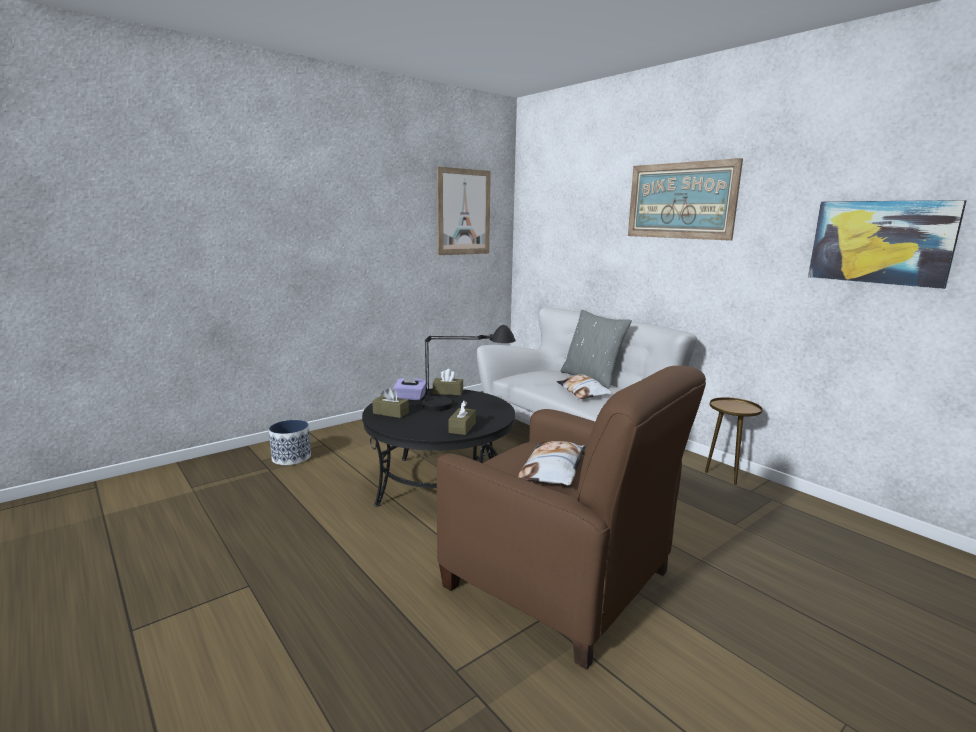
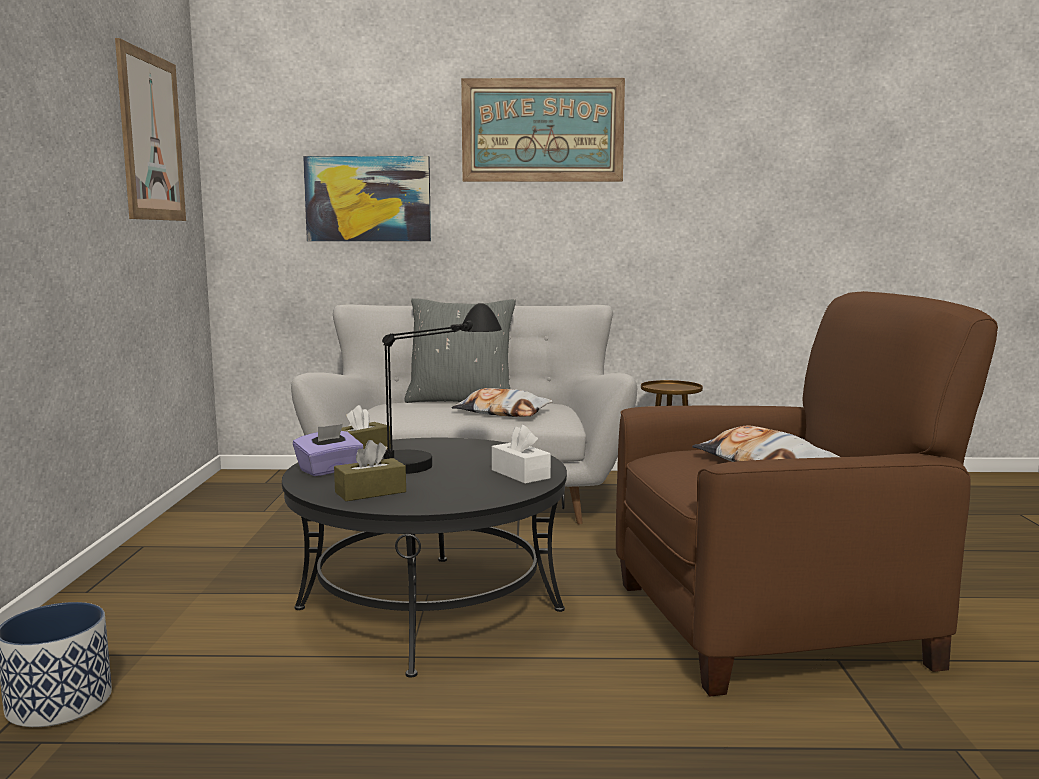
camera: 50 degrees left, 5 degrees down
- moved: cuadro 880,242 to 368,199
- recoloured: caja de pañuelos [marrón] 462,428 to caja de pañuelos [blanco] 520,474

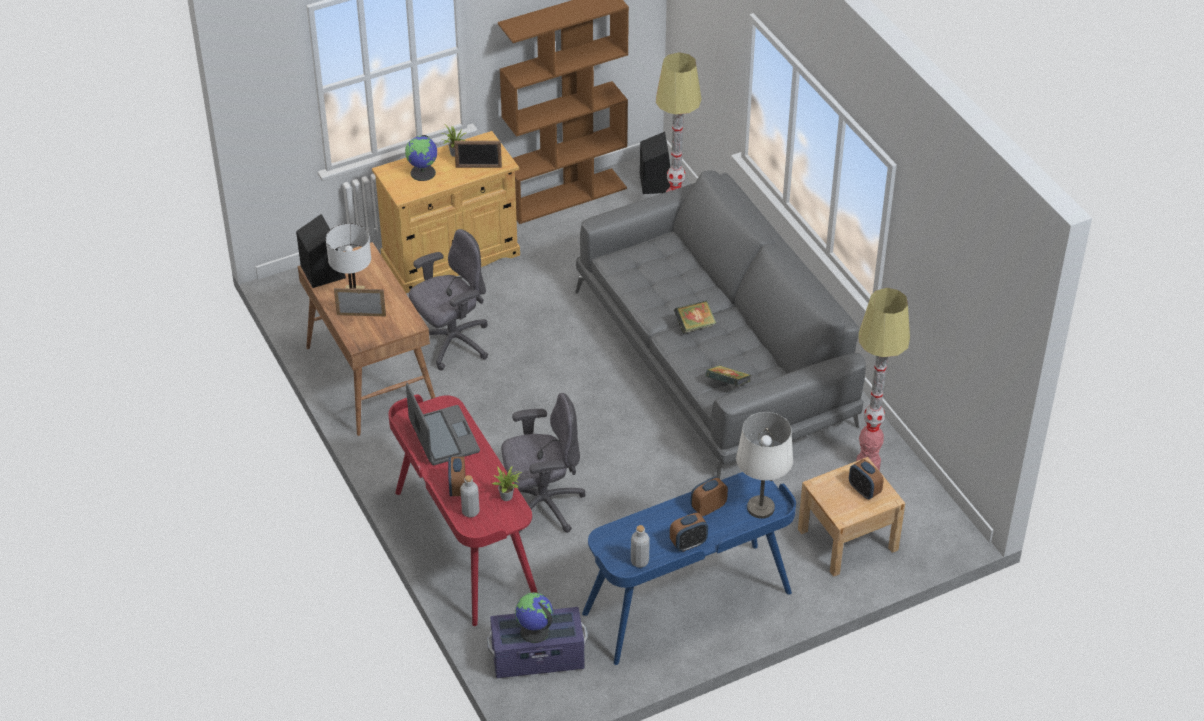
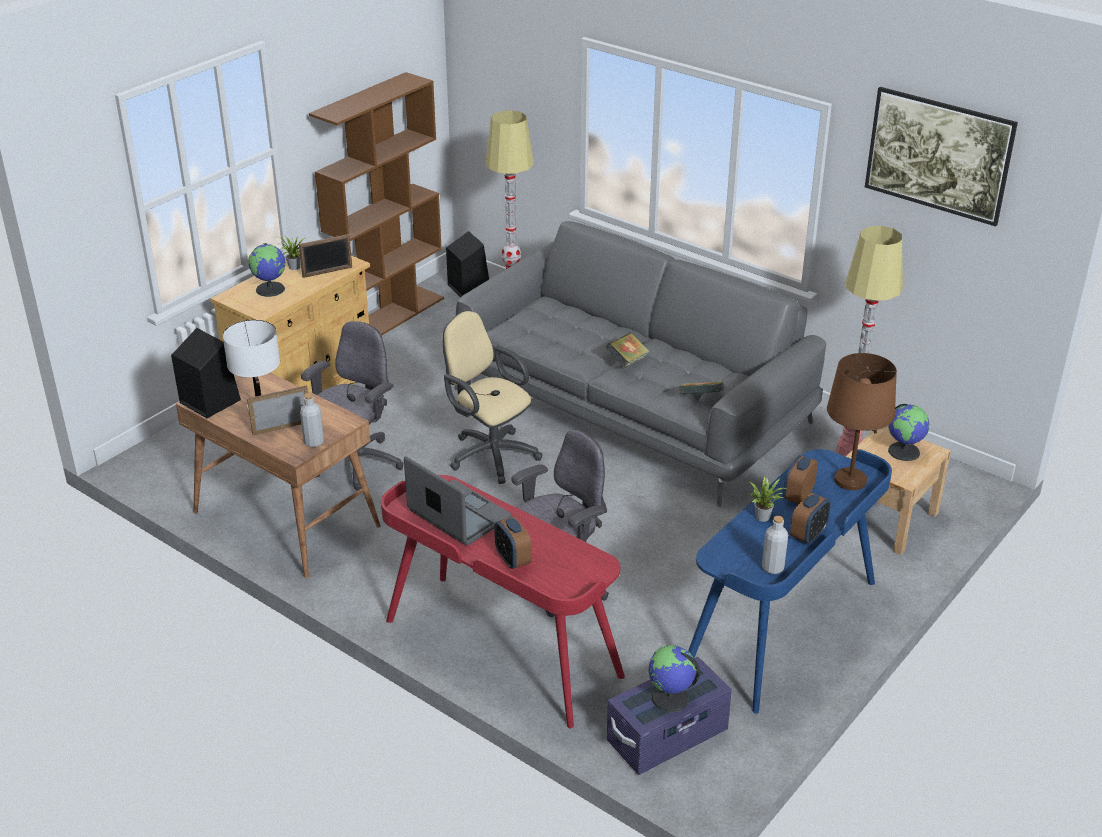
camera: 25 degrees left, 10 degrees down
- recoloured: lámpara de mesa [blanco] 760,508 to lámpara de mesa [marrón] 849,480
- replaced: despertador 864,490 to globo terráqueo 904,451
- moved: planta en maceta 508,496 to 764,516
- moved: botella [gris] 470,511 to 314,442
- added: cuadro 934,180
- added: silla de oficina [beis] 489,454

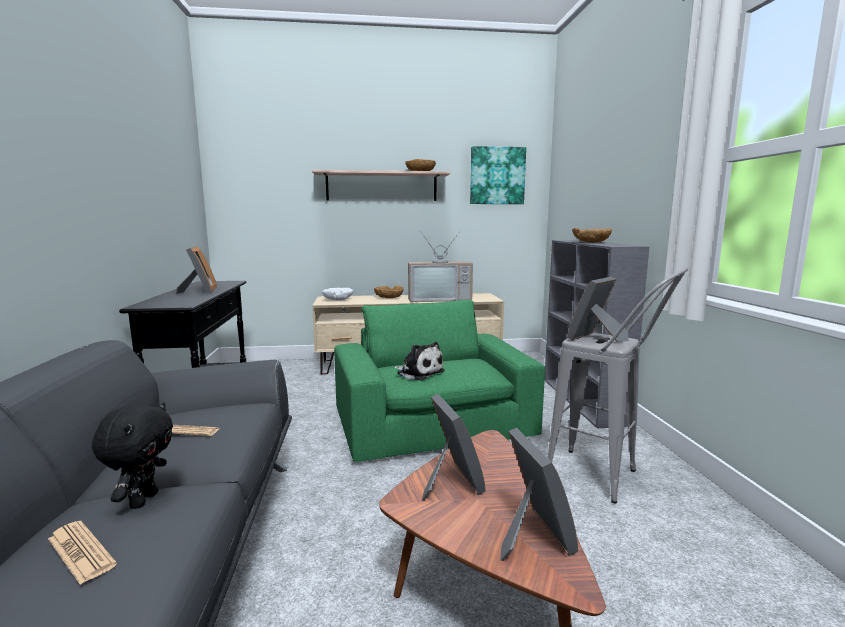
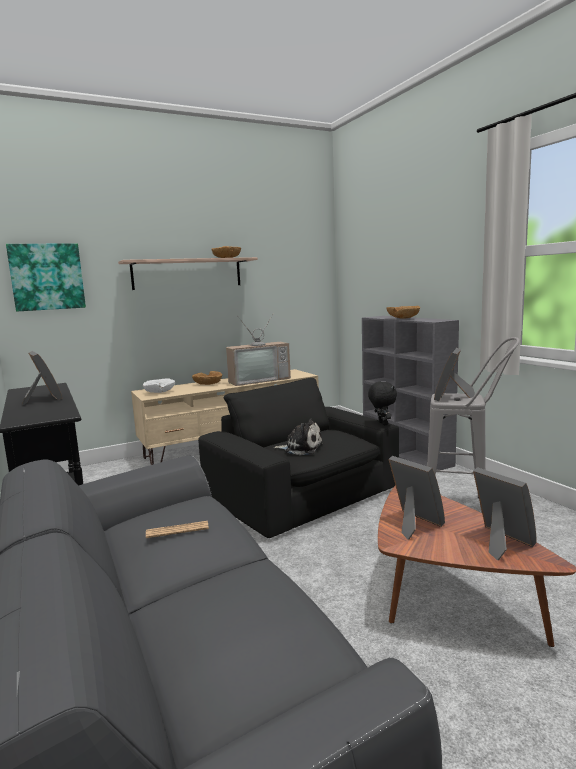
camera: 20 degrees left, 0 degrees up
- moved: cuadro 497,176 to 47,277
- recoloured: sillón [verde] 433,423 to sillón [negro] 303,494
- moved: peluche [negro] 143,500 to 382,424
- removed: periódico 81,552

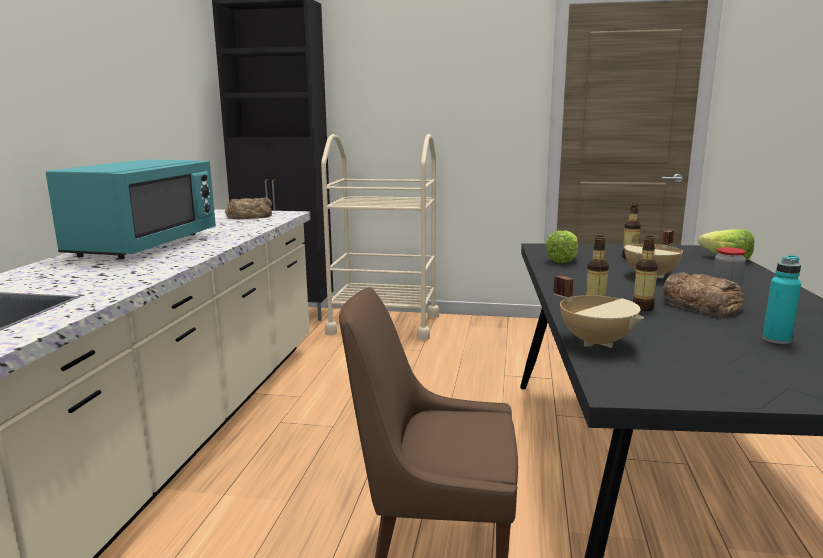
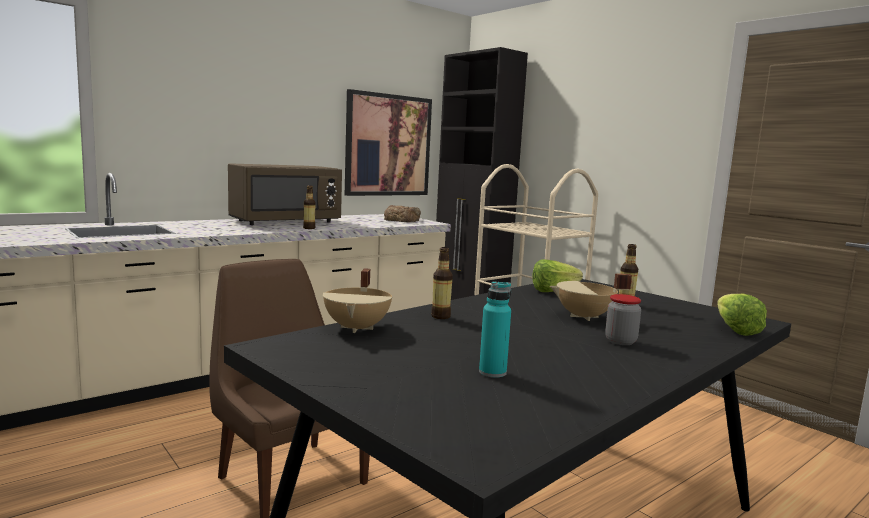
camera: 40 degrees right, 5 degrees down
- recoloured: microondas [turquesa] 144,245 to microondas [marrón] 285,222
- moved: botella 642,308 to 309,228
- removed: pan 701,304
- added: cuadro 388,145

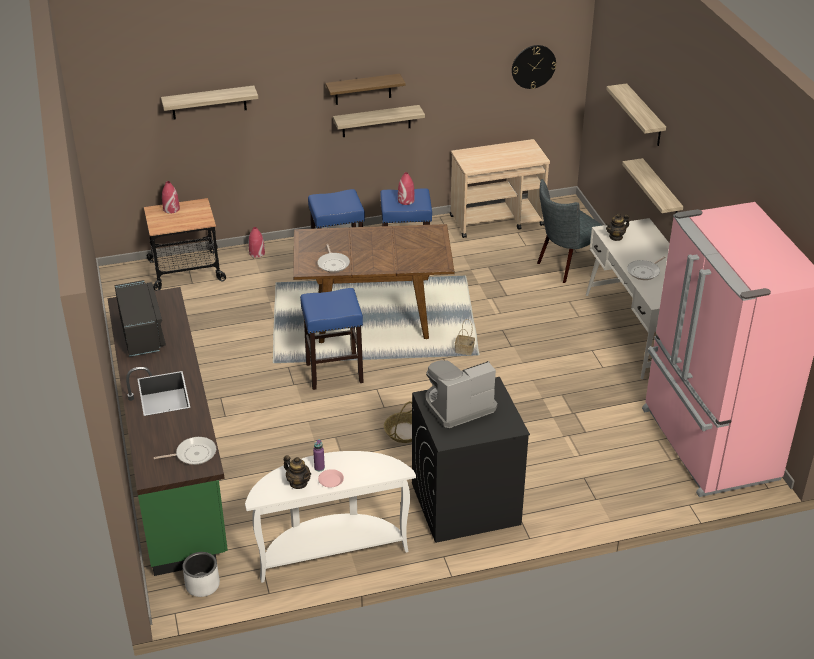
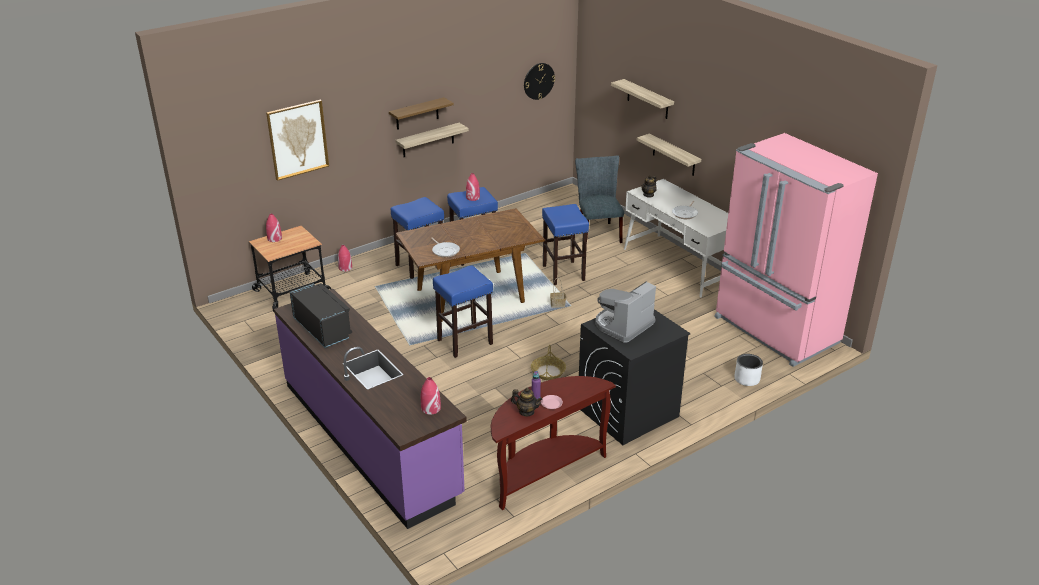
camera: 20 degrees left, 5 degrees down
- replaced: estante 209,102 to cuadro 297,139
- removed: carrito [beis] 497,221
- turned: silla [gris] 567,266 = 597,232 135 degrees clockwise
- recoloured: mueble bajo de cocina [verde] 173,463 to mueble bajo de cocina [morado] 371,438
- replaced: sartén 193,454 to florero [rojo] 430,408
- recoloured: mesa consola [blanco] 331,550 to mesa consola [marrón] 544,471
- moved: maceta [blanco] 202,585 to 747,379
- added: taburete [azul] 564,273

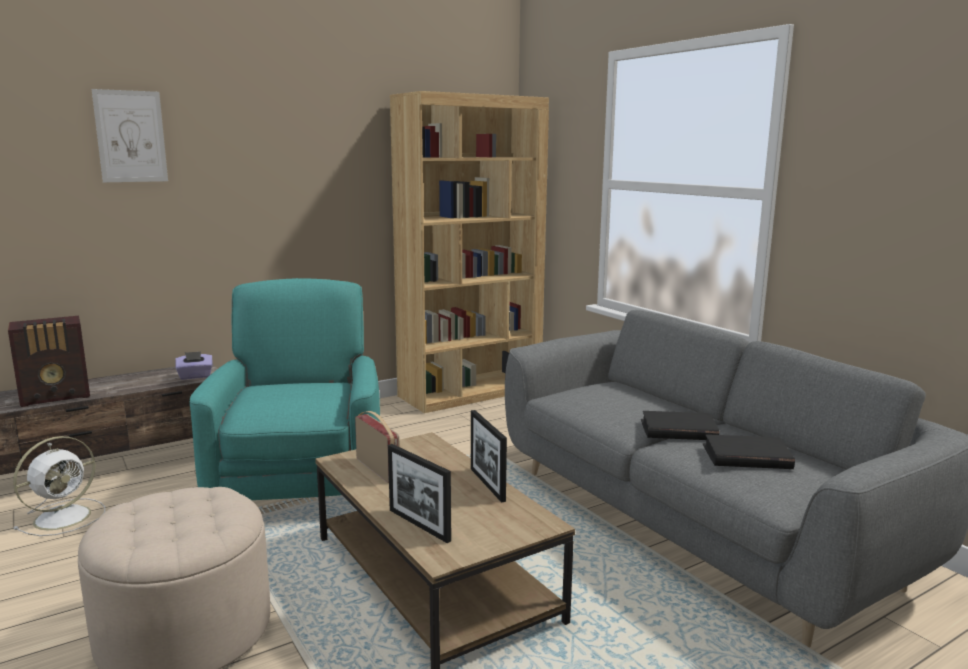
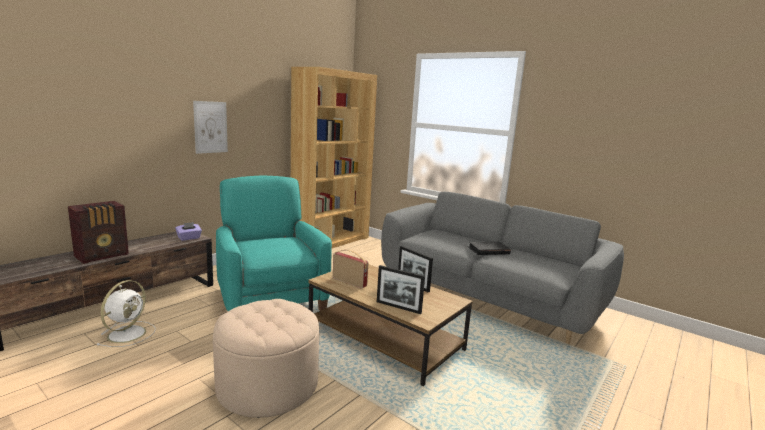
camera: 20 degrees left, 0 degrees up
- moved: cuadro 131,136 to 210,127
- removed: libro [negro] 746,457

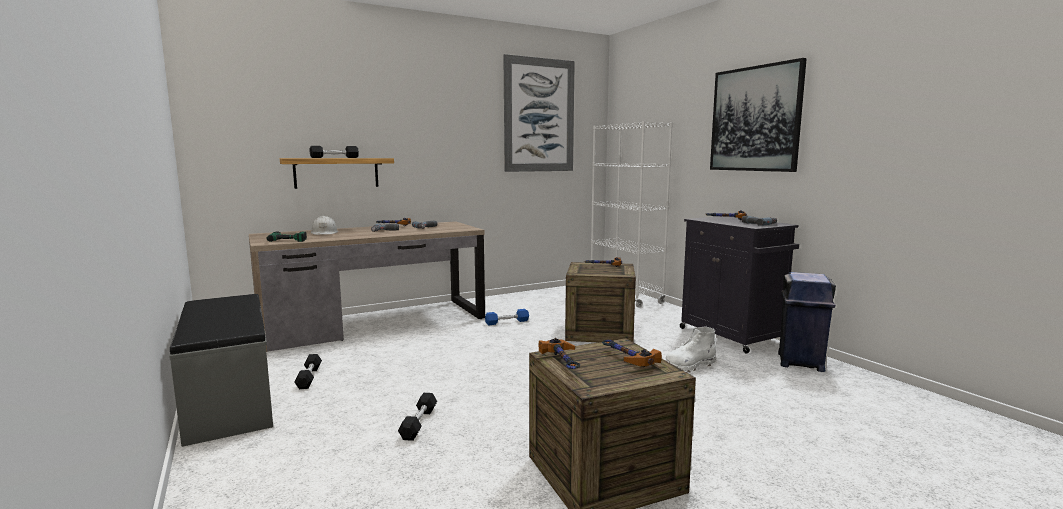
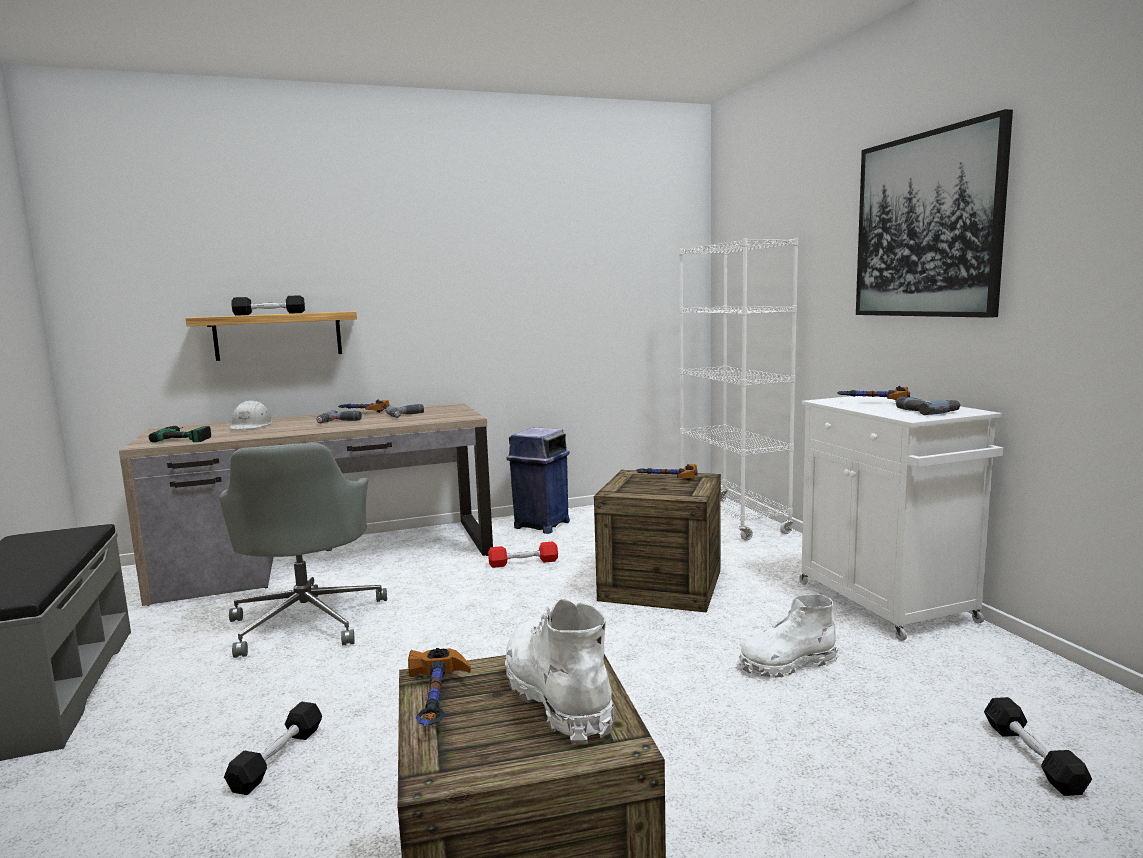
camera: 10 degrees right, 0 degrees up
- removed: cuadro 539,115
- recoloured: armario [negro] 732,336 to armario [blanco] 887,603
- moved: papelera [azul] 800,362 to 541,525
- recoloured: mancuerna [azul] 507,322 to mancuerna [rojo] 523,562
- replaced: martillo 625,359 to bota [blanco] 557,697
- moved: mancuerna [negro] 309,377 to 1032,757
- added: silla de oficina [gris] 307,620

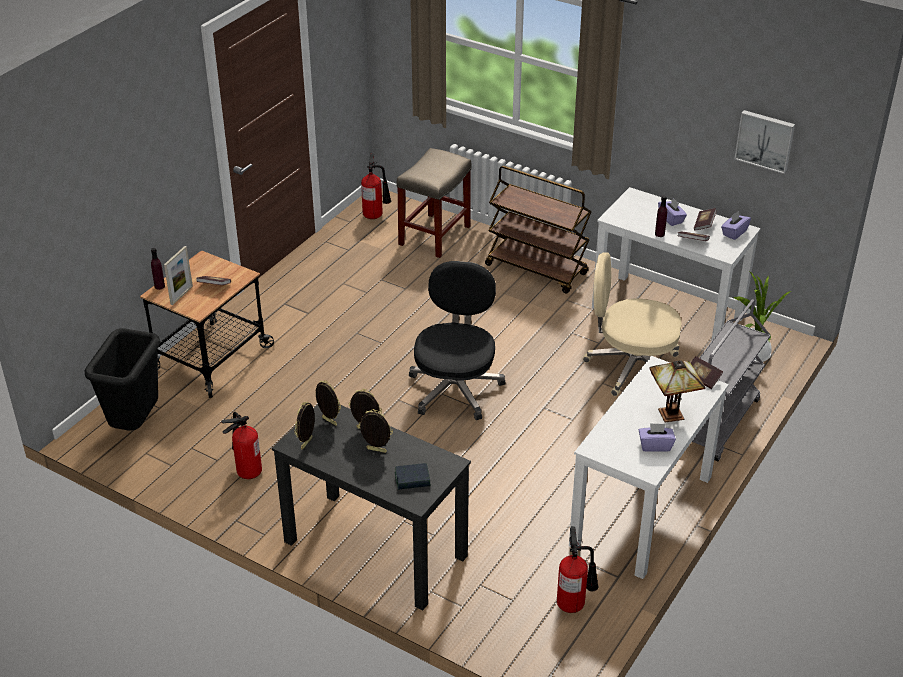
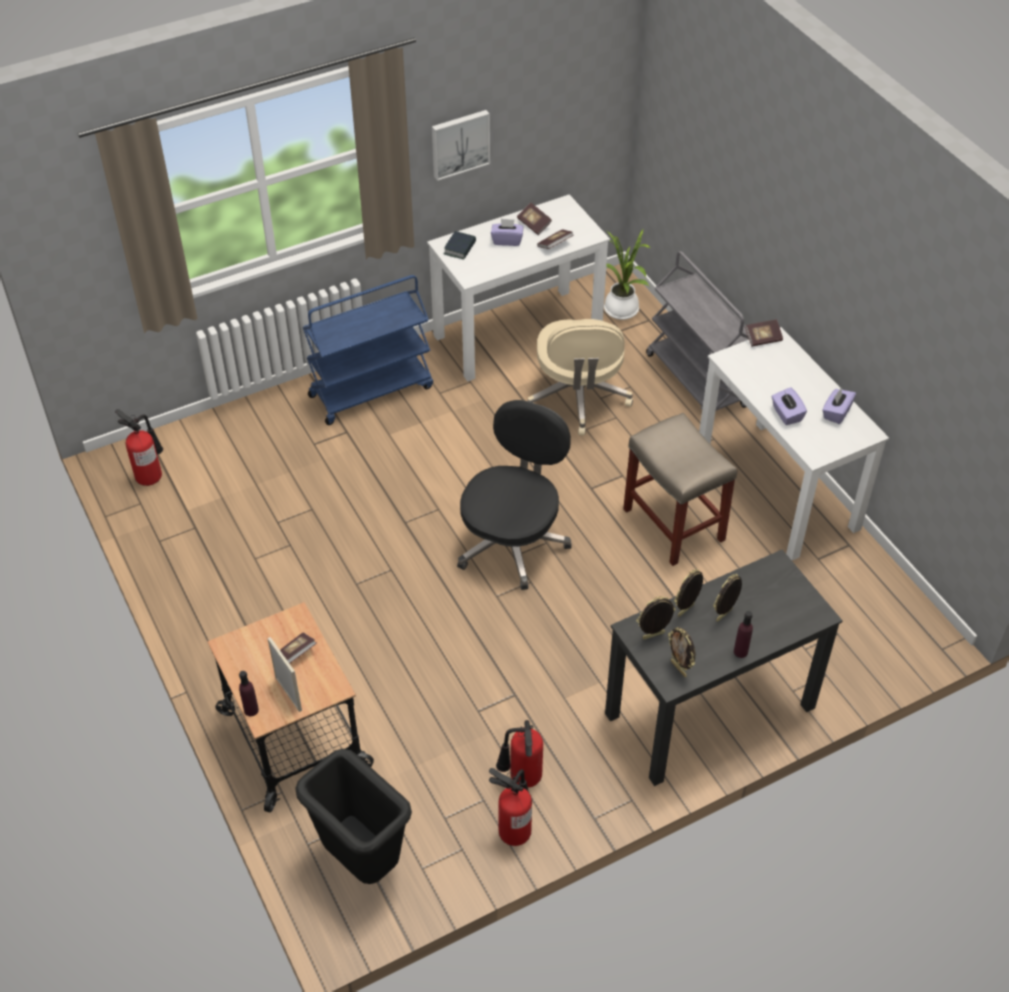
camera: 60 degrees left, 10 degrees up
- moved: cuadro 765,140 to 459,143
- moved: taburete [beis] 435,235 to 672,524
- recoloured: carrito [marrón] 537,269 to carrito [azul] 371,391
- moved: botella [morado] 659,234 to 740,651
- moved: caja de pañuelos [morado] 734,233 to 786,414
- turned: silla de oficina [beis] 631,367 = 578,398 45 degrees counterclockwise
- turned: silla de oficina [negro] 455,388 = 512,541 75 degrees clockwise
- removed: lámpara de mesa 672,413
- moved: libro 412,479 to 460,248
- moved: extintor 574,603 to 515,829

